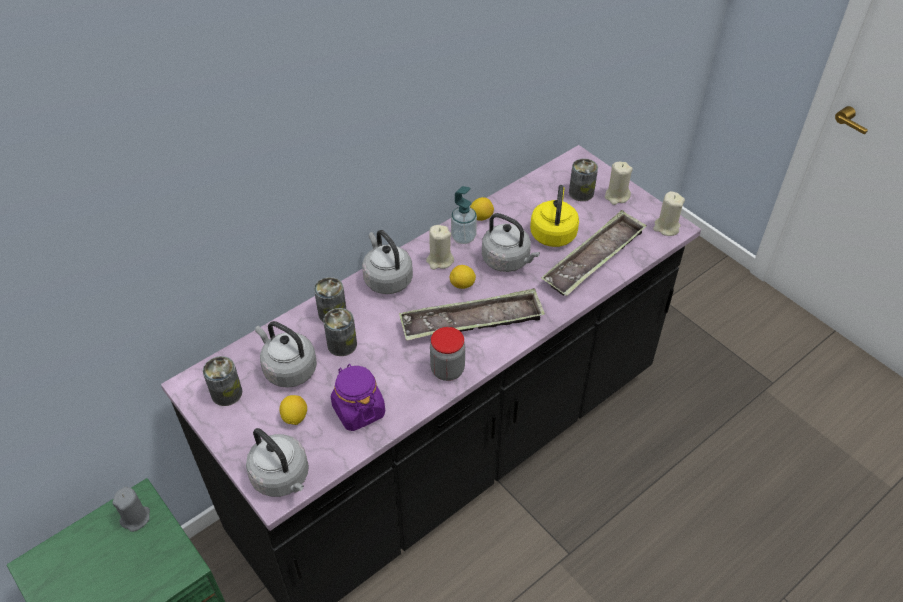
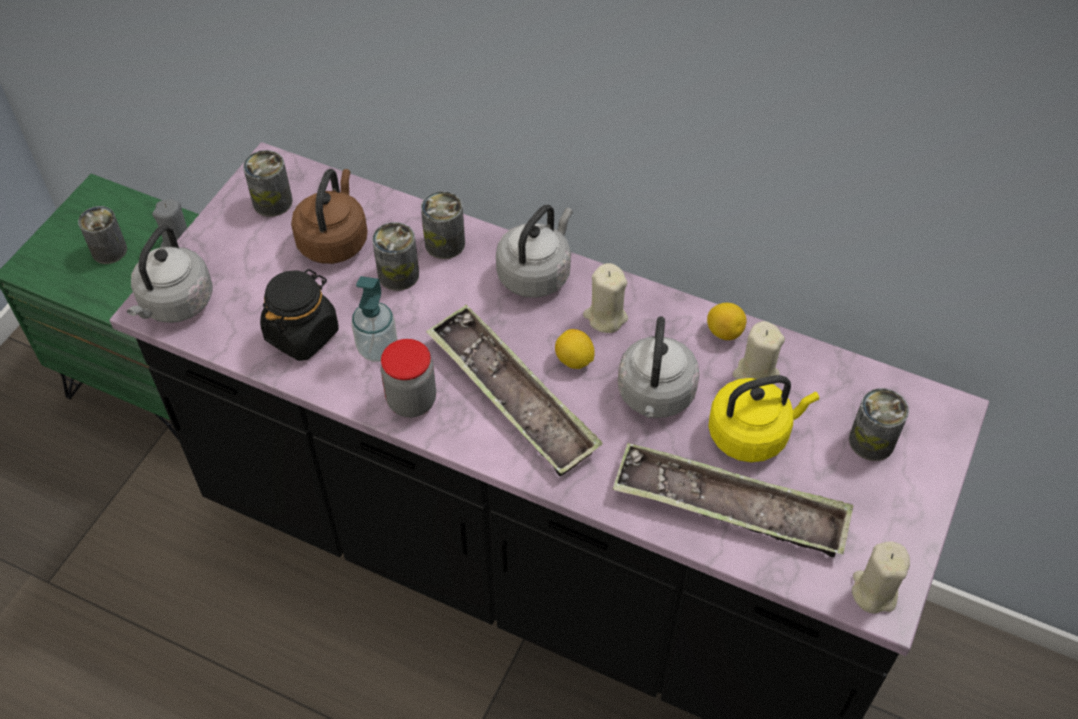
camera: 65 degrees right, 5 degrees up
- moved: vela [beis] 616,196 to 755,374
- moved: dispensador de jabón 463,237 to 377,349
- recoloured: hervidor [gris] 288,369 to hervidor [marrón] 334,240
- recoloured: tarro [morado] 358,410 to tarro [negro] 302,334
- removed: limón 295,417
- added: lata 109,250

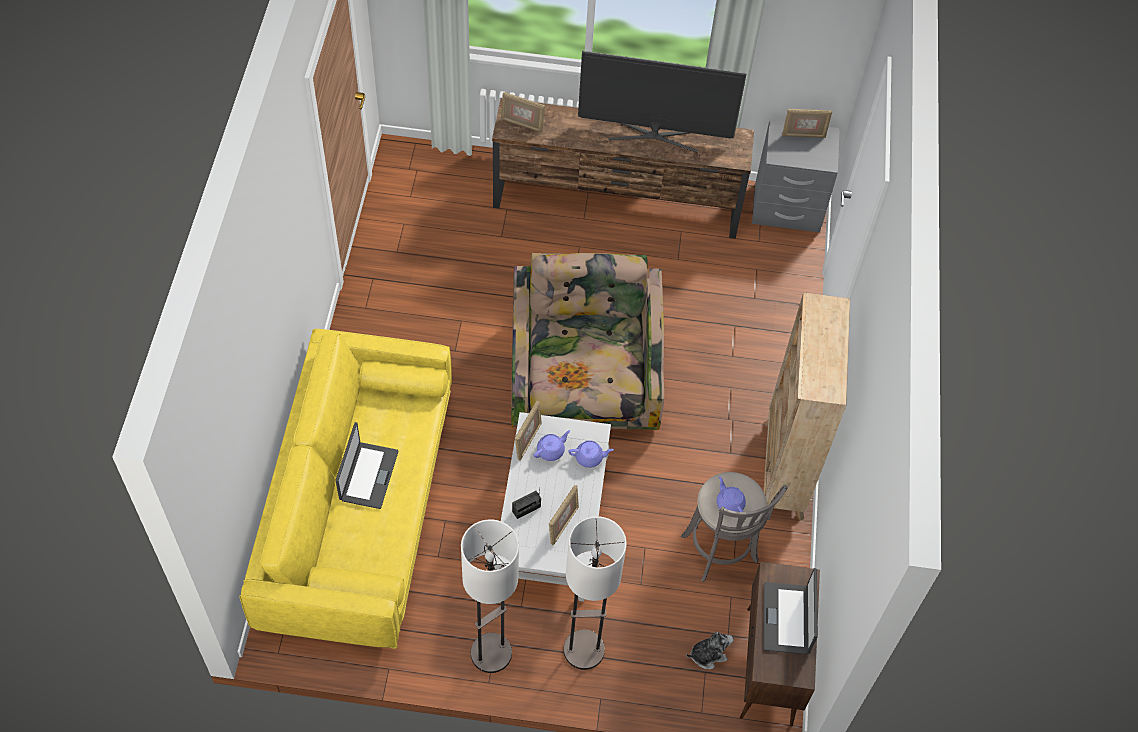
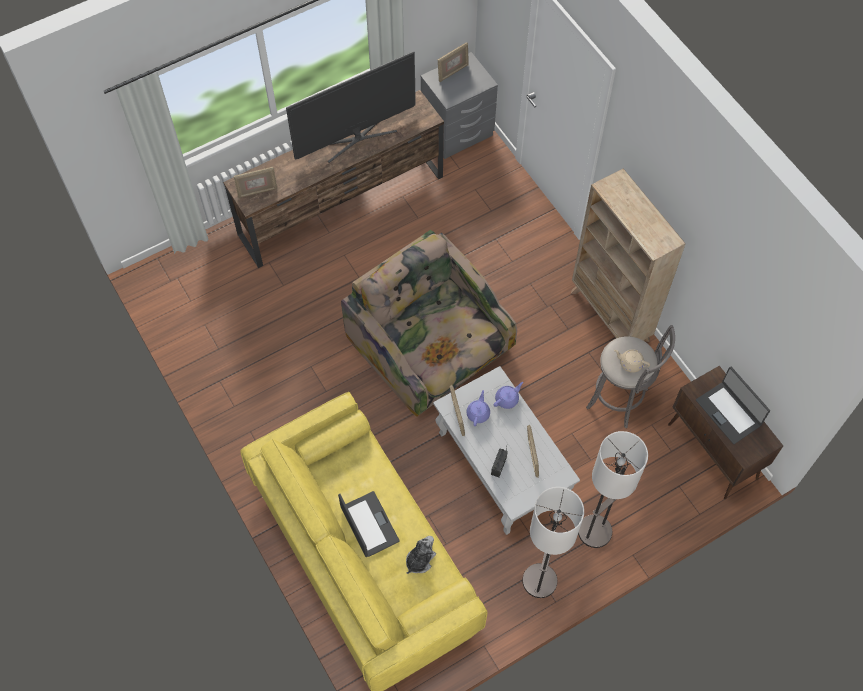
camera: 35 degrees left, 5 degrees up
- recoloured: tetera [morado] 729,503 to tetera [beis] 630,363
- moved: peluche 707,654 to 419,560

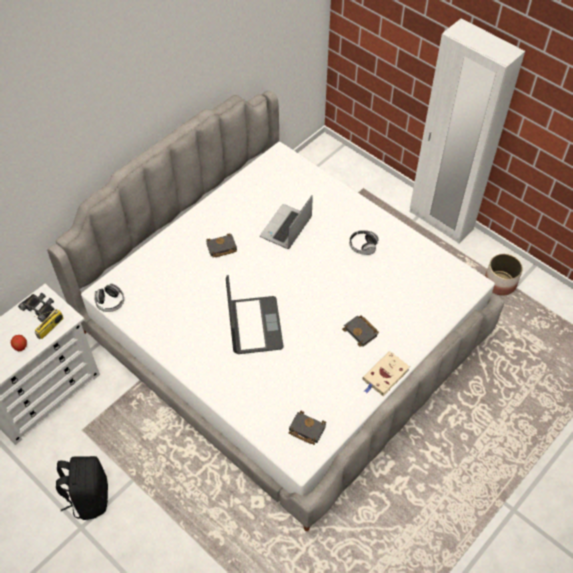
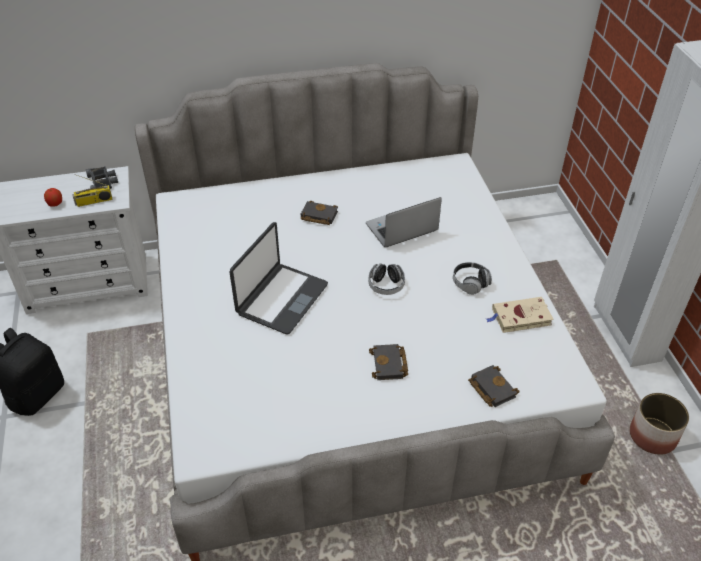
camera: 35 degrees right, 10 degrees down
- moved: auriculares 110,302 to 386,286
- moved: libro [beis] 385,376 to 519,317
- moved: libro [negro] 305,429 to 490,388

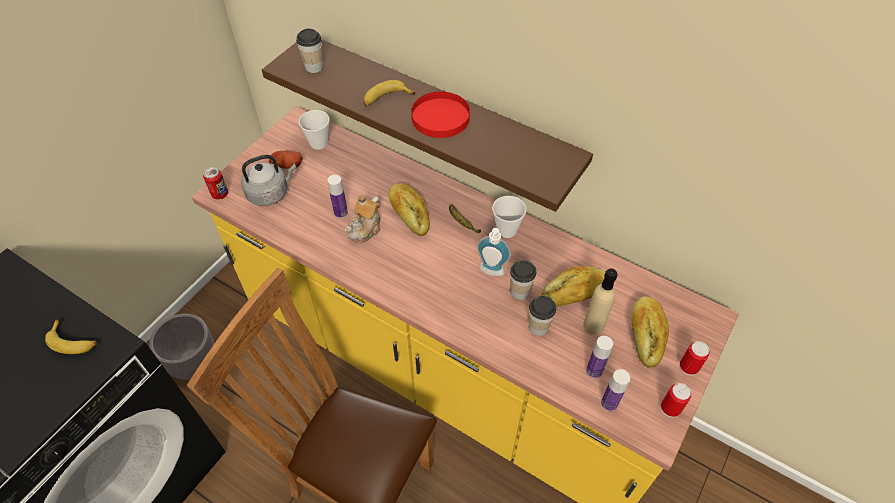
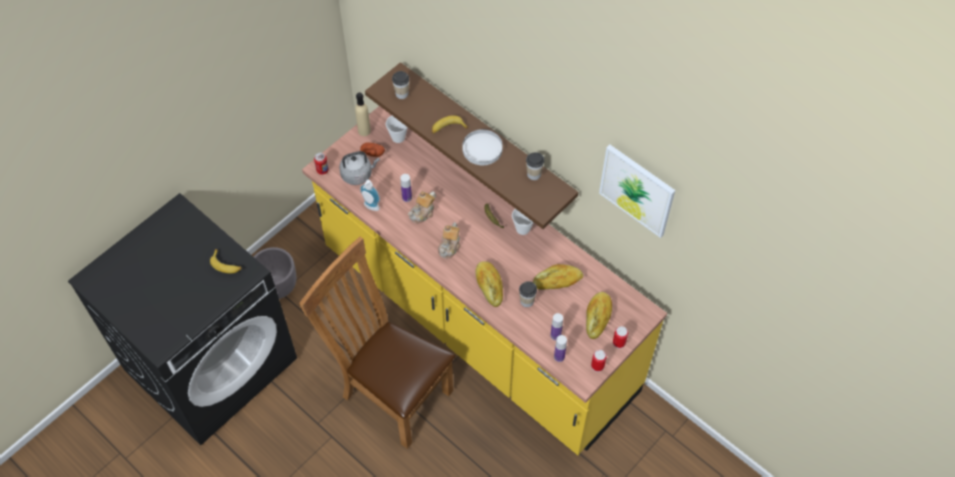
camera: 10 degrees right, 5 degrees up
- recoloured: plato [rojo] 440,118 to plato [blanco] 482,149
- moved: pan 409,214 to 489,286
- moved: dispensador de jabón 490,272 to 370,207
- moved: taza 520,291 to 534,174
- moved: botella [beis] 593,325 to 364,131
- added: cuadro 637,190
- added: tetera 449,246

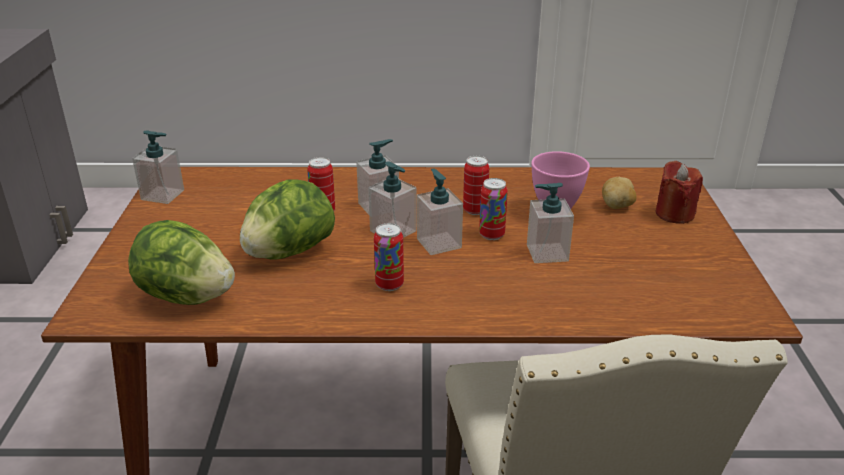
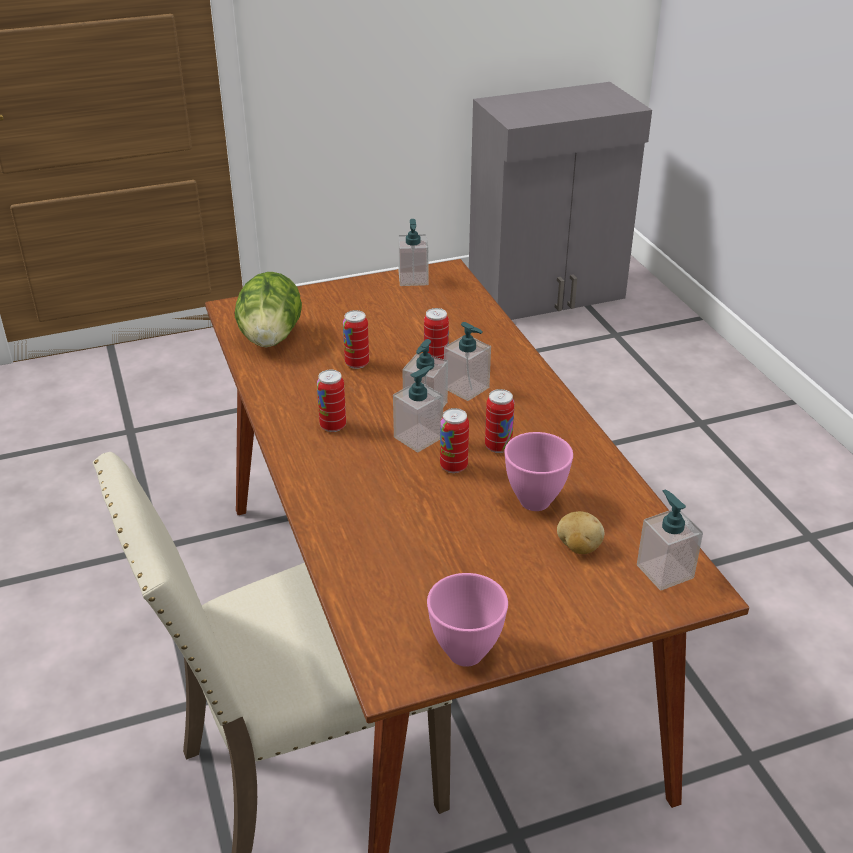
camera: 70 degrees right, 5 degrees up
- removed: vela [rojo] 674,214
- replaced: lechuga 289,252 to lata 357,363
- moved: dispensador de jabón 547,253 to 664,571
- added: cuenco [rosa] 468,653

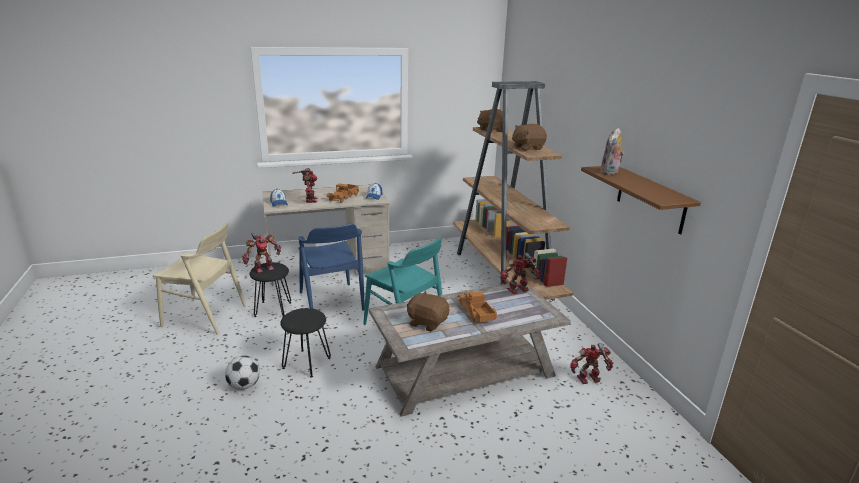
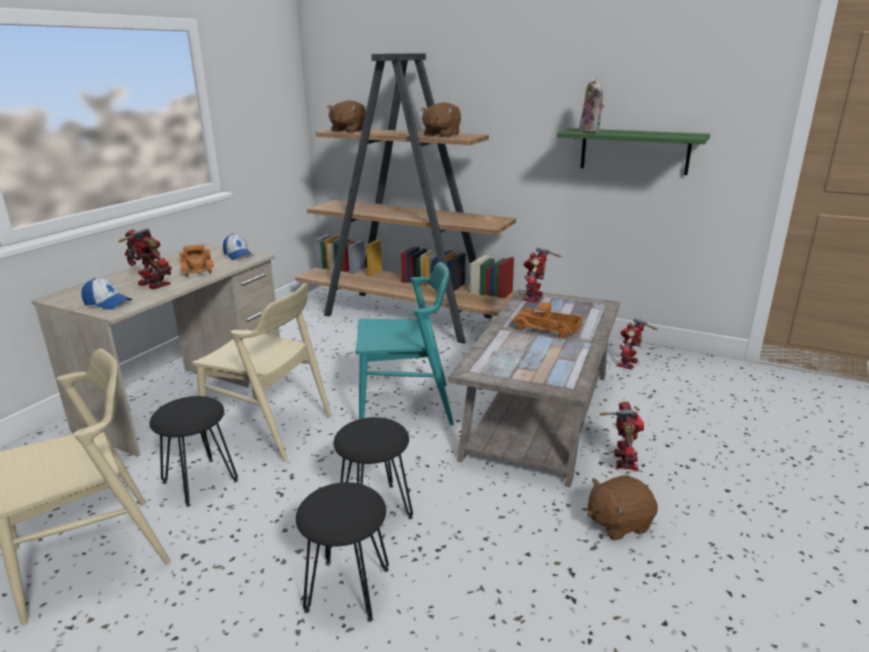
camera: 45 degrees left, 0 degrees up
- recoloured: estante [marrón] 650,199 to estante [verde] 634,151
- recoloured: silla [azul] 331,301 to silla [beis] 269,429
- moved: robot de juguete 263,268 to 622,460
- moved: peluche [marrón] 427,322 to 618,523
- replaced: balón de fútbol 244,386 to taburete [negro] 348,589

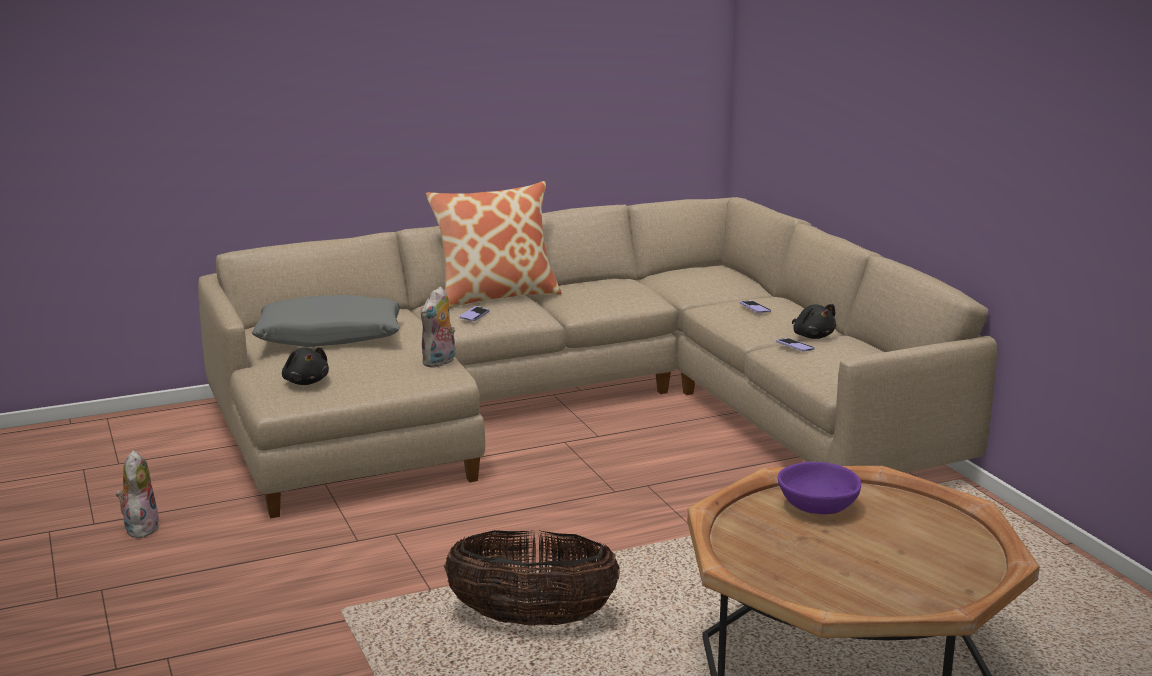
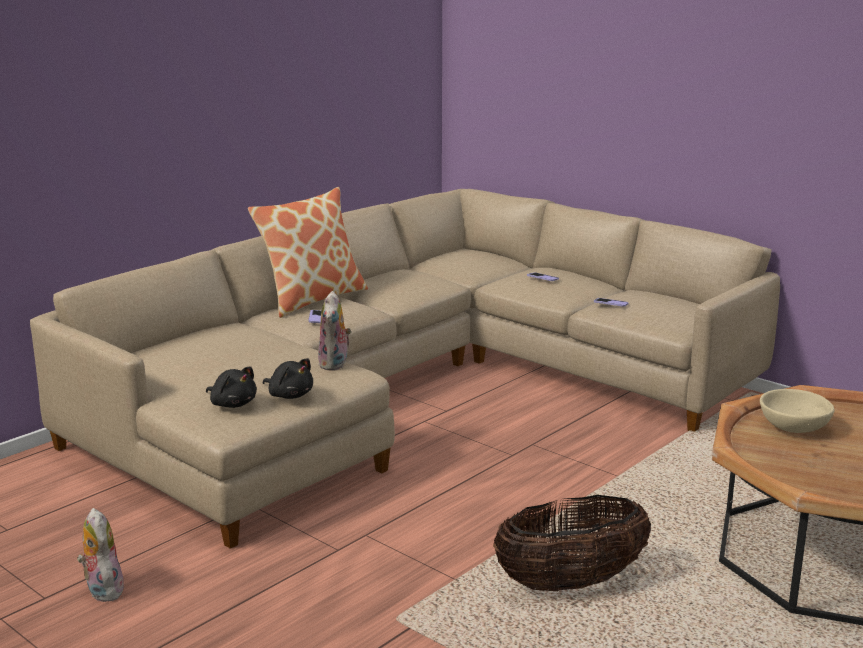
camera: 25 degrees left, 0 degrees up
- removed: cojín [gris] 329,336
- moved: peluche [negro] 812,336 to 289,395
- recoloured: cuenco [morado] 818,508 to cuenco [beis] 794,428

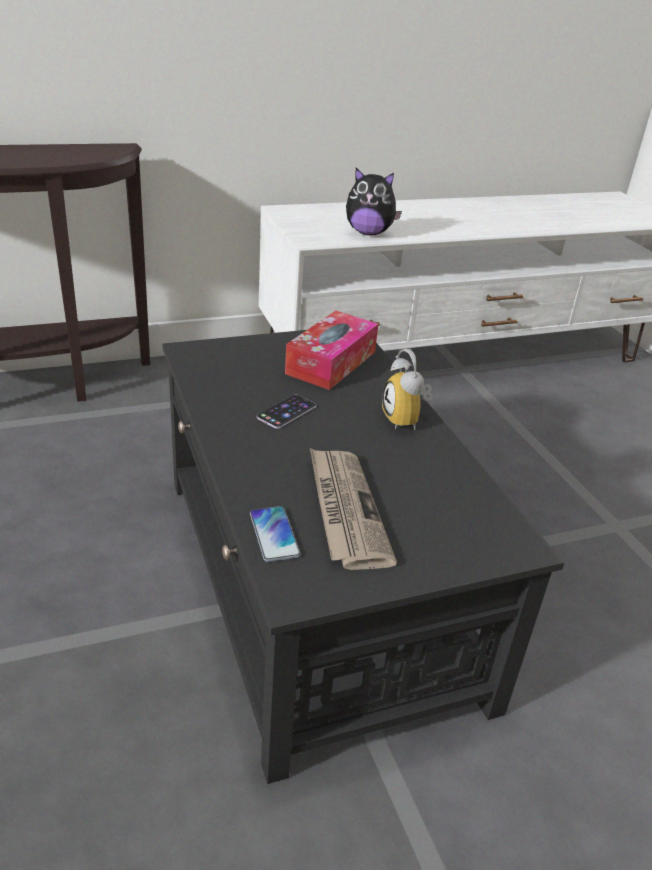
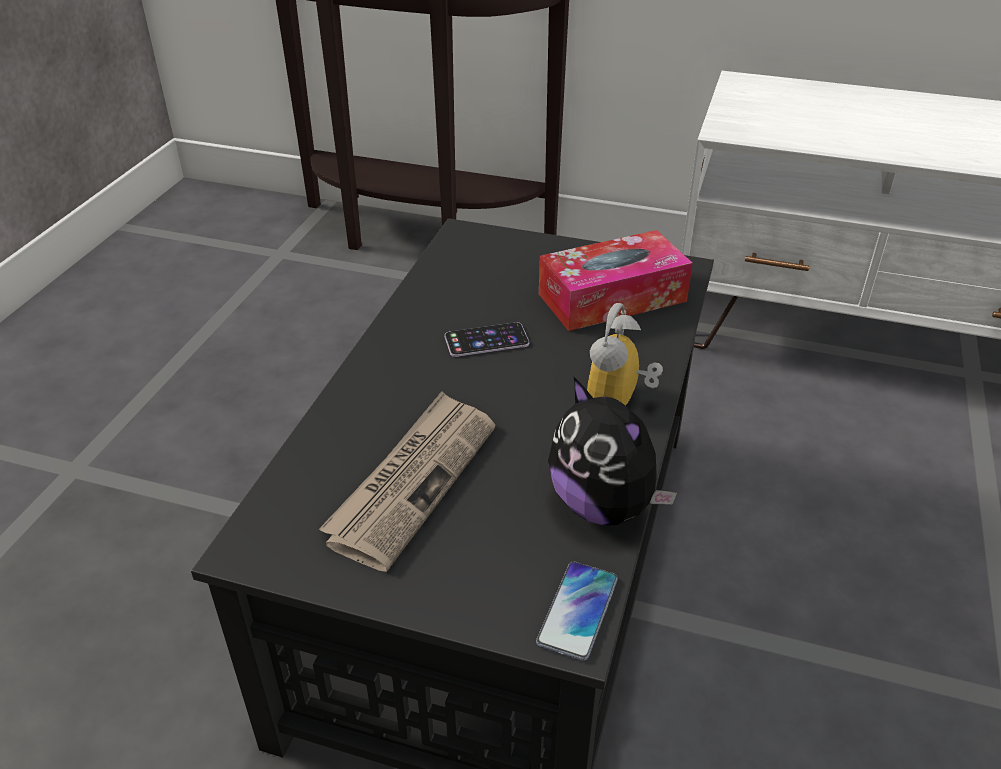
camera: 40 degrees right, 5 degrees up
- moved: peluche 369,233 to 604,505
- moved: móvil 274,534 to 578,611

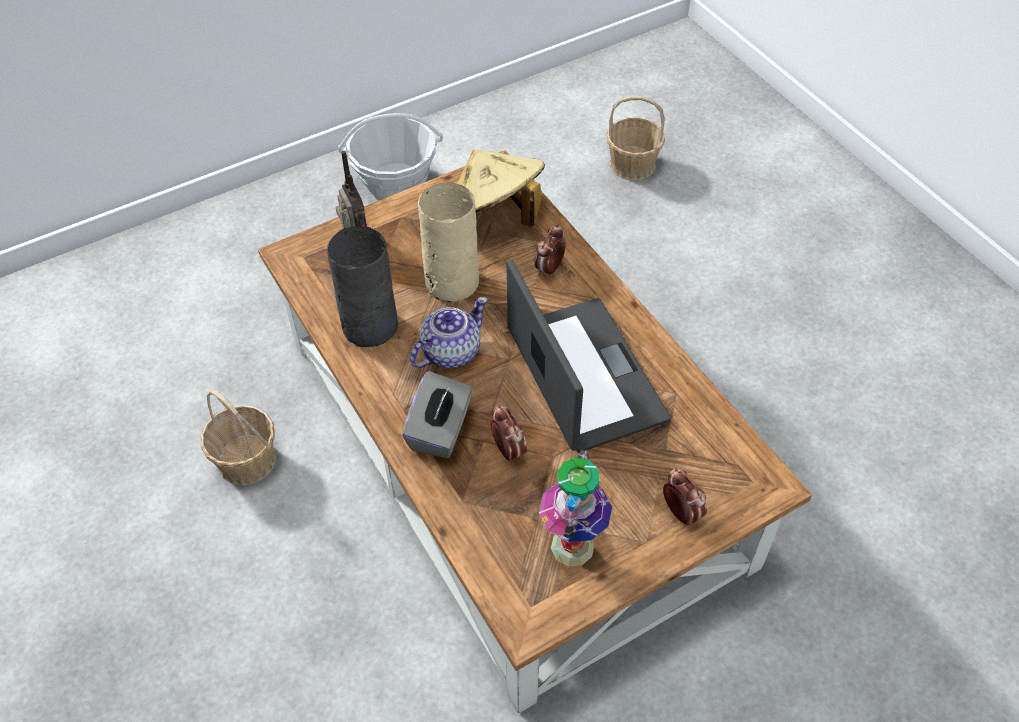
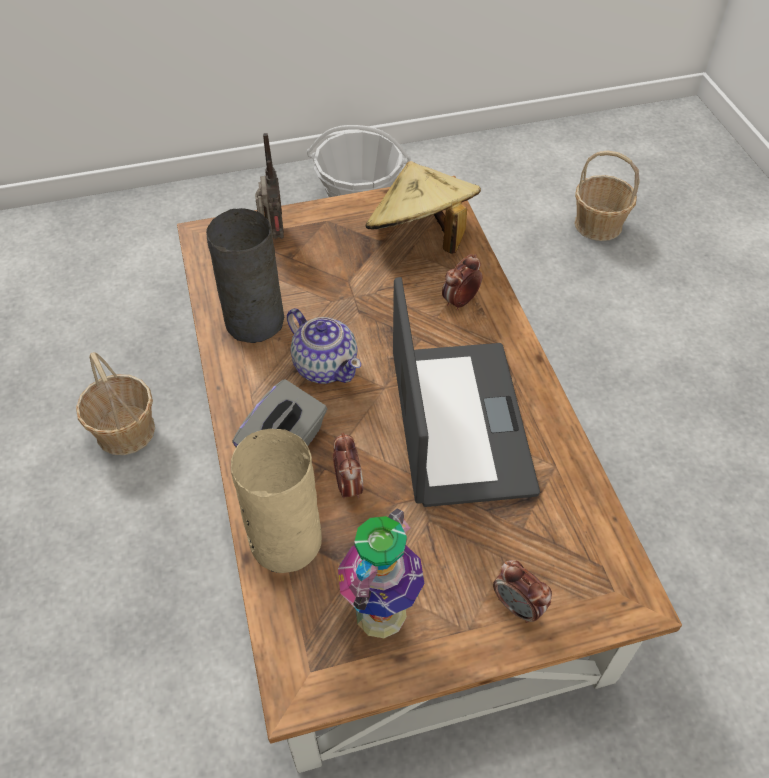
camera: 15 degrees right, 0 degrees up
- moved: florero [beis] 450,282 to 283,540
- turned: tetera 450,352 = 325,365 75 degrees clockwise
- turned: despertador 681,513 = 518,606 150 degrees clockwise

